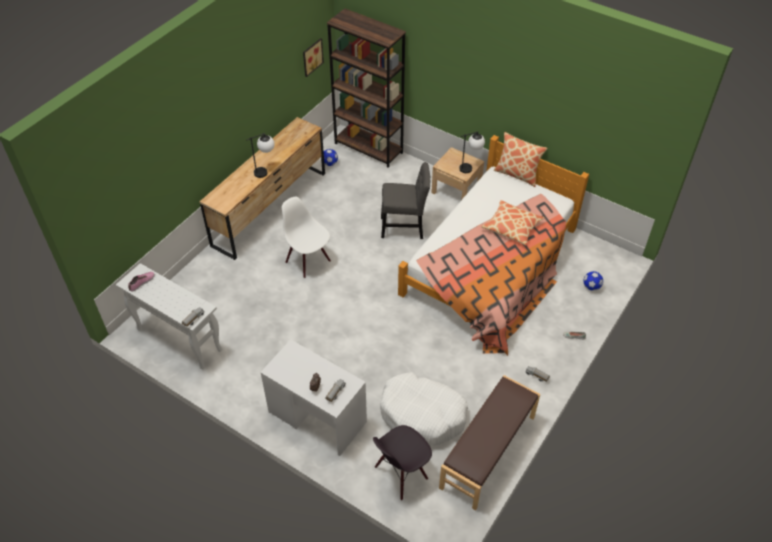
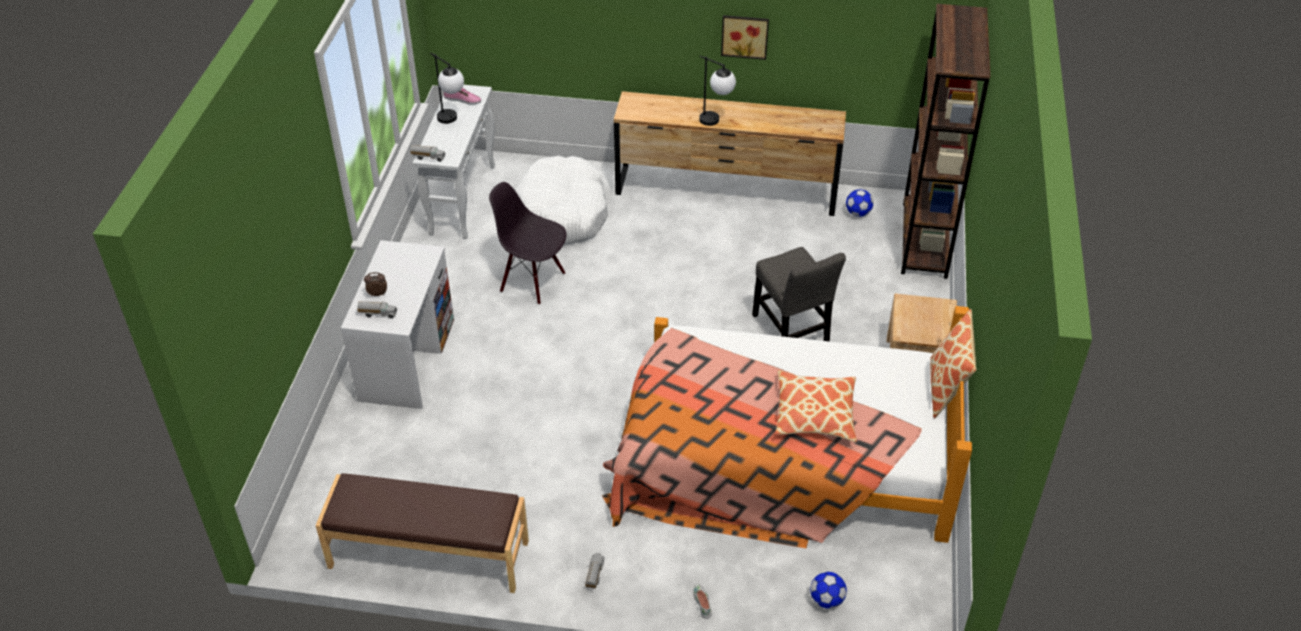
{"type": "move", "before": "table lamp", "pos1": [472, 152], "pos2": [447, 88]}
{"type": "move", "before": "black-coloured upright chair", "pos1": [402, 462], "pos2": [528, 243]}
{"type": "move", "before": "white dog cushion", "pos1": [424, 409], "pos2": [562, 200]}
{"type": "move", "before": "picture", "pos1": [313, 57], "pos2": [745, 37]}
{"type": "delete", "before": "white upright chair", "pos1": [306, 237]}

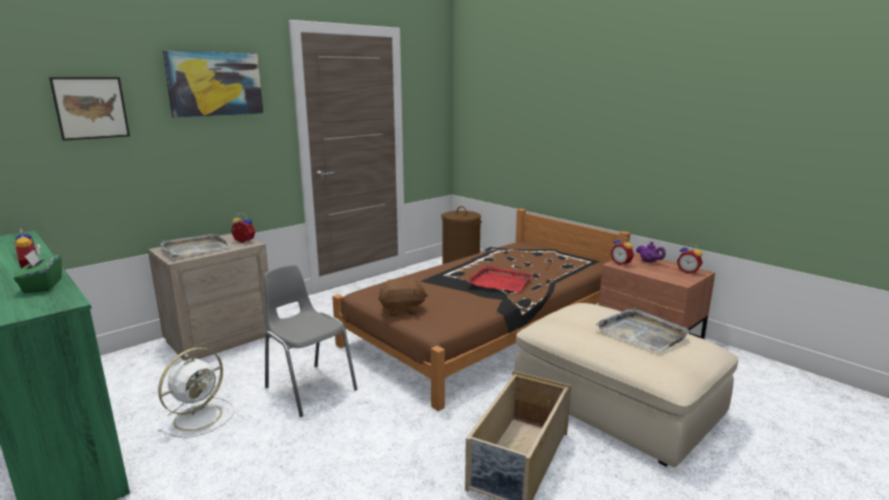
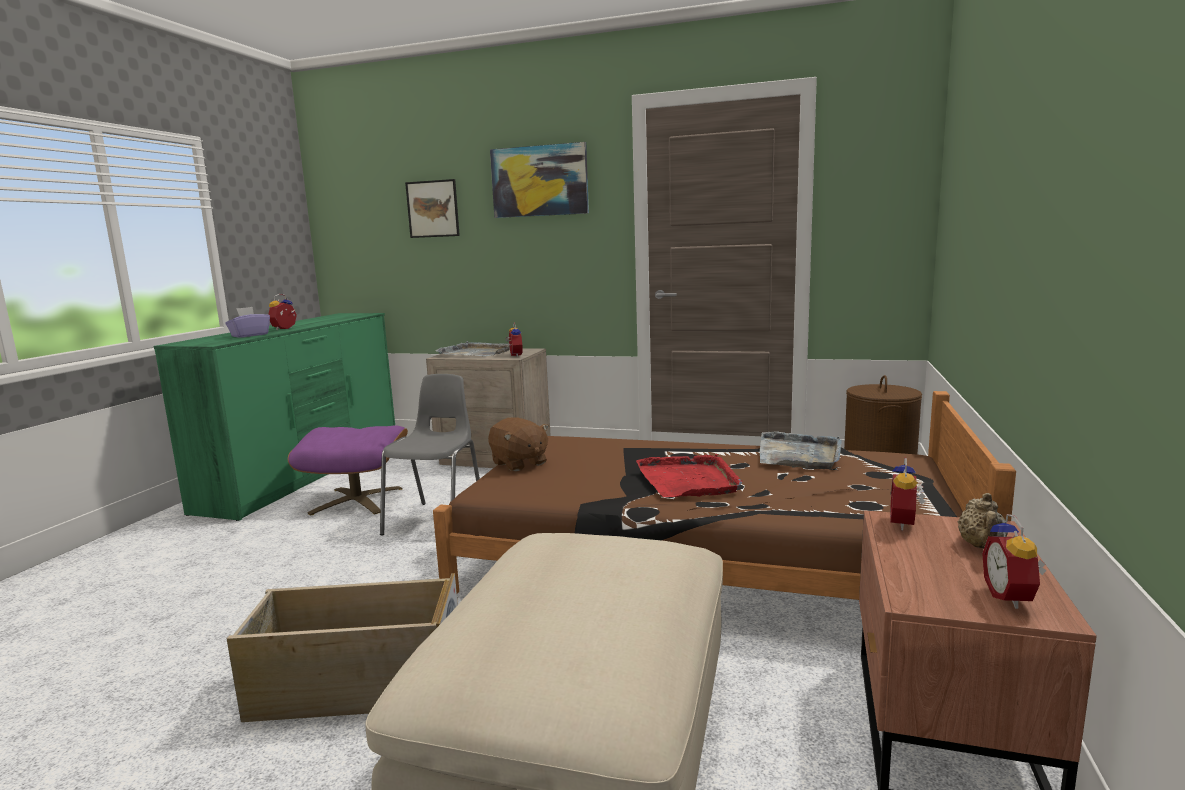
{"type": "recolor", "before": "greenish box of tissues", "after": "purple box of tissues", "pos1": [38, 271], "pos2": [247, 322]}
{"type": "replace", "before": "white electric fan", "after": "purple ottoman", "pos1": [196, 392], "pos2": [348, 470]}
{"type": "move", "before": "gray carrying tray", "pos1": [642, 330], "pos2": [801, 450]}
{"type": "recolor", "before": "purple pot for tea", "after": "beige pot for tea", "pos1": [651, 252], "pos2": [983, 520]}

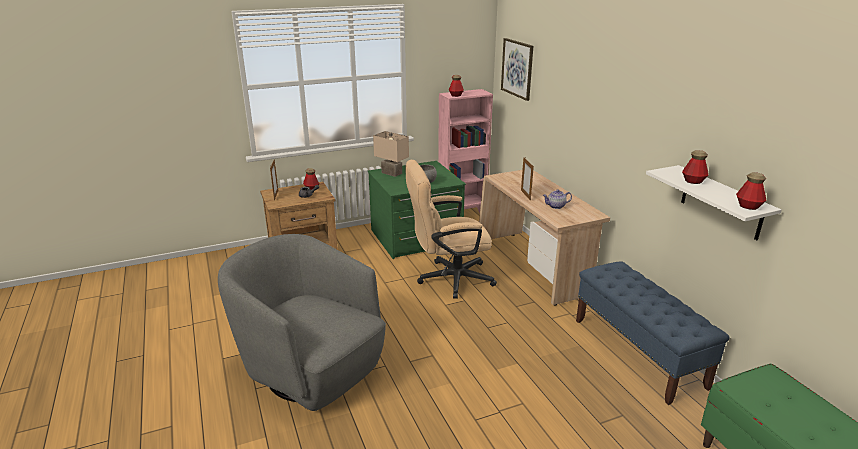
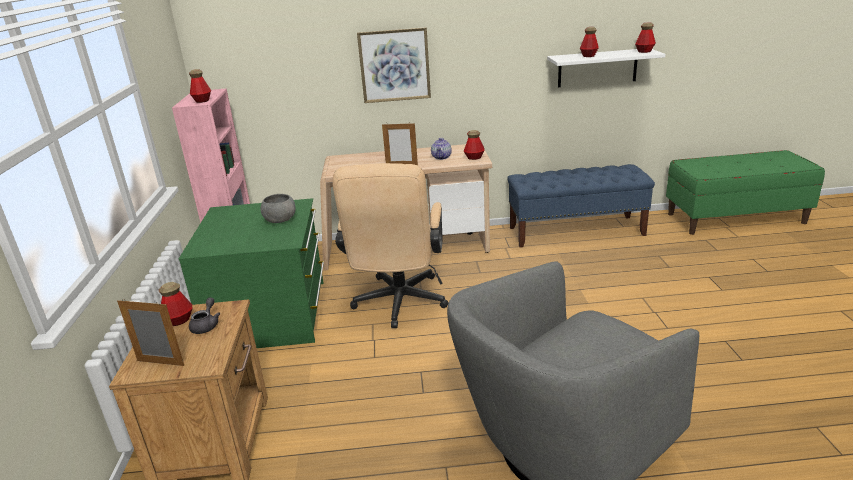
{"type": "move", "before": "picture", "pos1": [517, 69], "pos2": [394, 65]}
{"type": "insert", "after": "drink bottle", "pos2": [474, 145]}
{"type": "delete", "before": "beige table lamp", "pos1": [391, 154]}

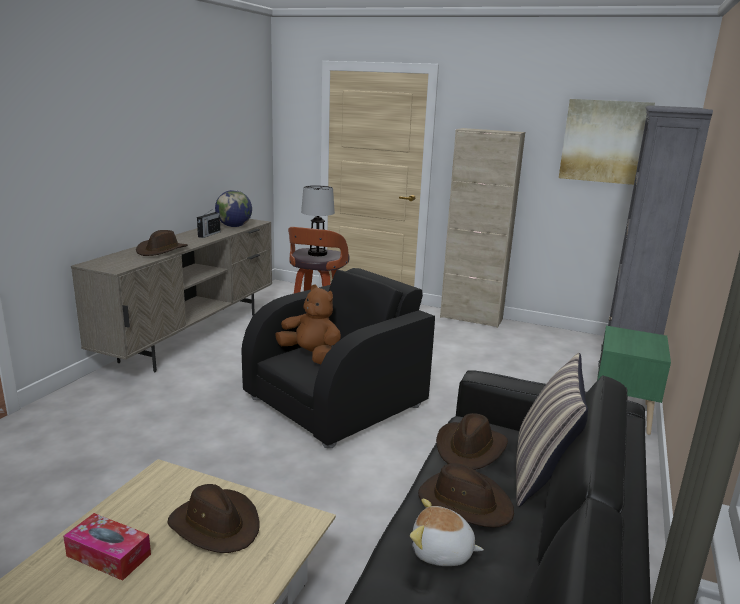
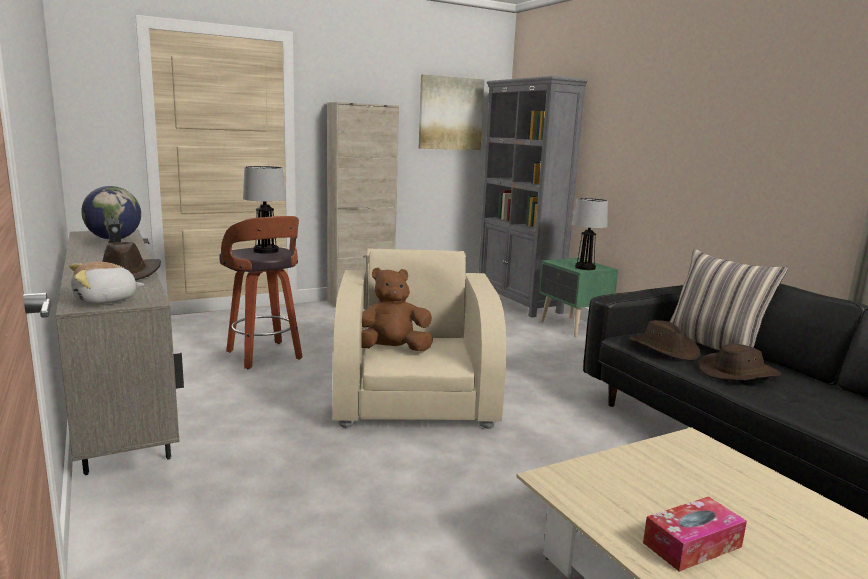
{"type": "move", "before": "plush toy", "pos1": [447, 532], "pos2": [107, 283]}
{"type": "recolor", "before": "black-coloured easy chair", "after": "beige easy chair", "pos1": [338, 358], "pos2": [419, 339]}
{"type": "insert", "after": "table lamp", "pos2": [590, 234]}
{"type": "delete", "before": "brownish hat", "pos1": [214, 518]}

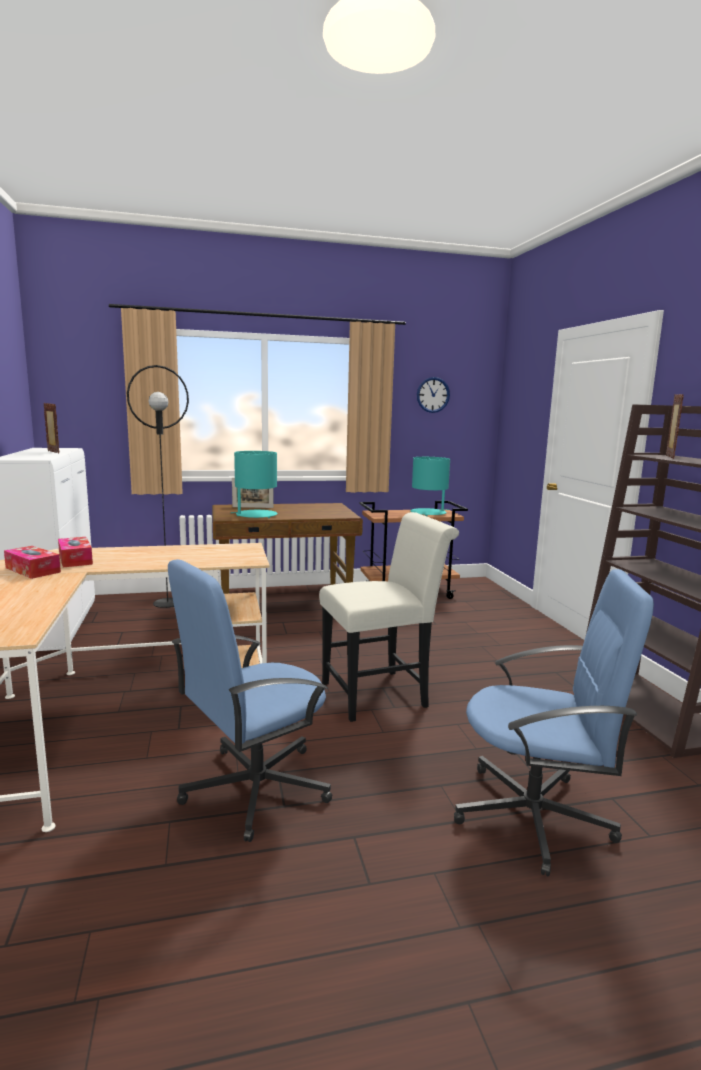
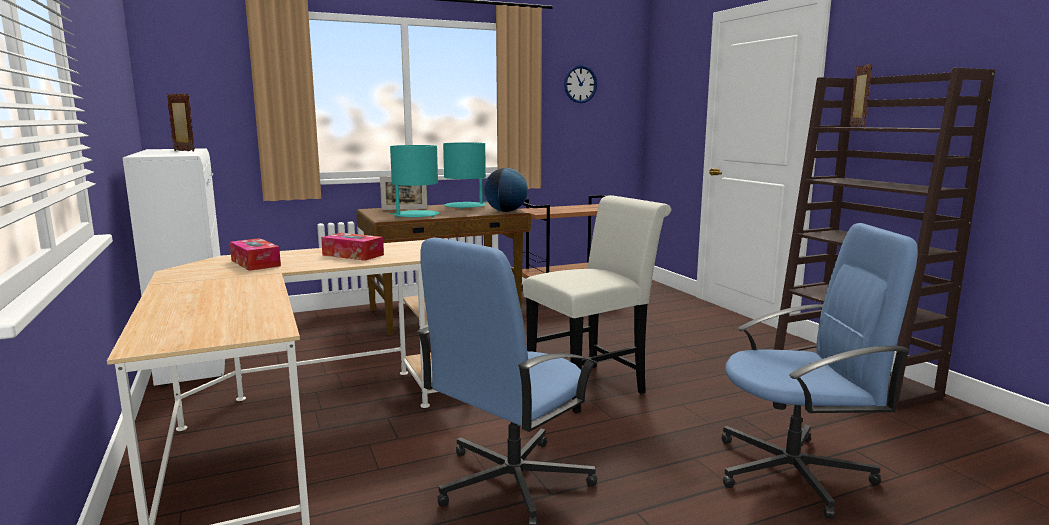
{"type": "move", "before": "box of tissues", "pos1": [32, 562], "pos2": [352, 247]}
{"type": "move", "before": "turquoise-coloured table lamp", "pos1": [430, 486], "pos2": [465, 175]}
{"type": "insert", "after": "world globe", "pos2": [506, 190]}
{"type": "delete", "before": "black-coloured standard lamp", "pos1": [158, 486]}

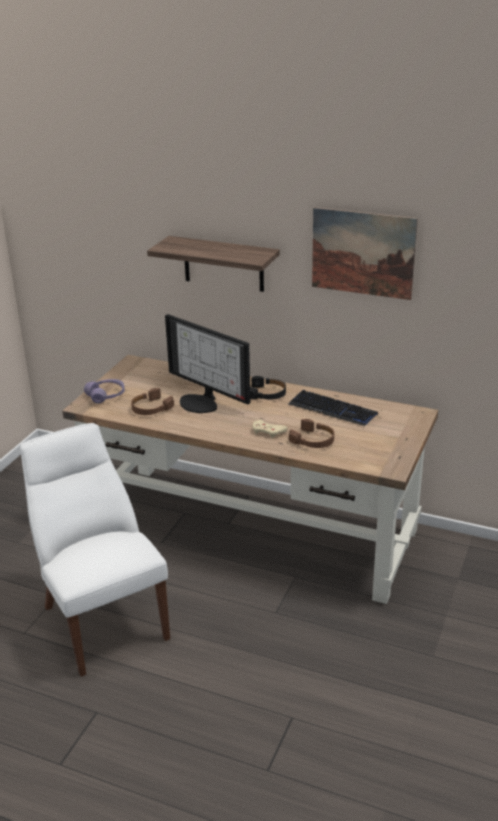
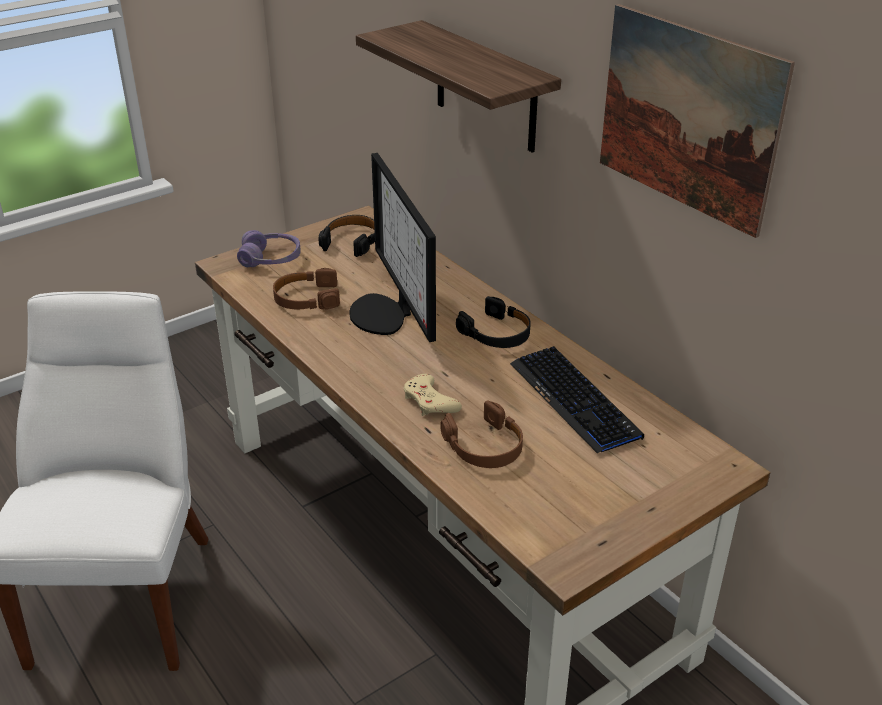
{"type": "insert", "after": "black-coloured pair of headphones", "pos2": [346, 236]}

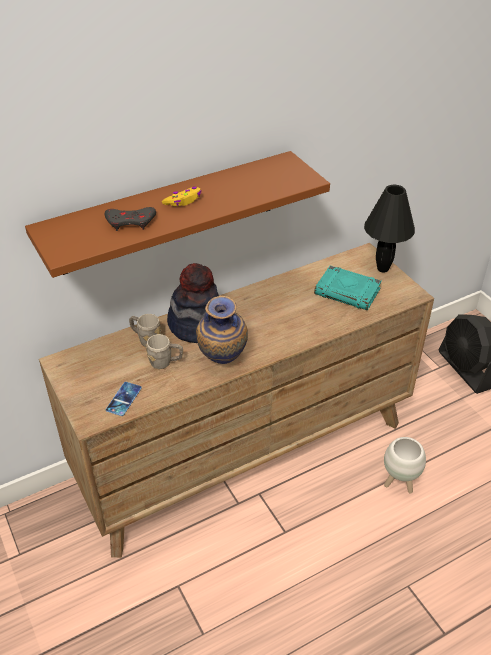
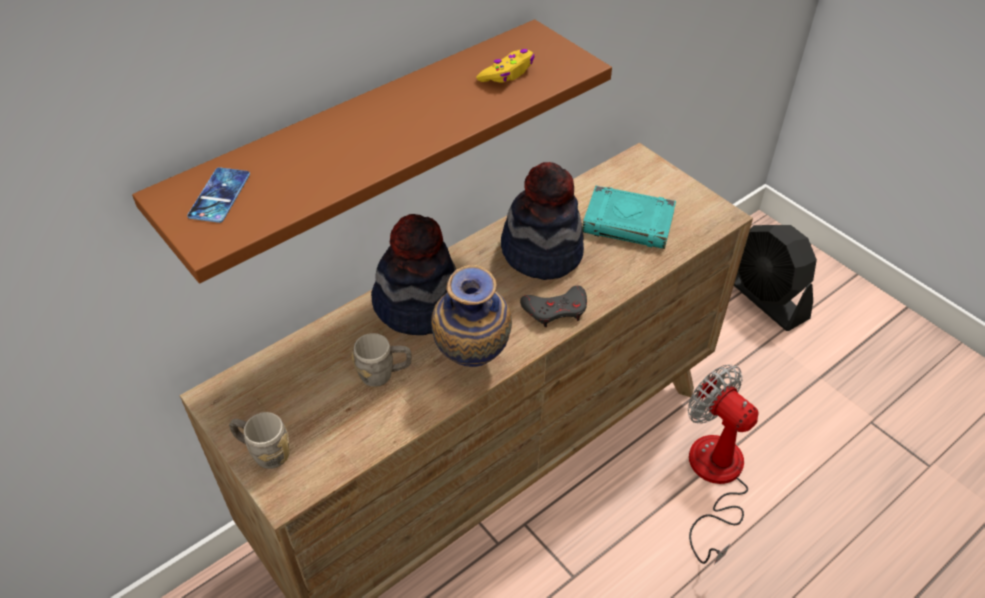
{"type": "move", "before": "telephone", "pos1": [124, 399], "pos2": [218, 195]}
{"type": "move", "before": "gray coffee mug", "pos1": [145, 330], "pos2": [259, 440]}
{"type": "move", "before": "yellow gamepad", "pos1": [181, 196], "pos2": [505, 66]}
{"type": "insert", "after": "hat", "pos2": [542, 221]}
{"type": "move", "before": "gray gamepad", "pos1": [130, 219], "pos2": [553, 306]}
{"type": "replace", "before": "white planter", "after": "electric fan", "pos1": [405, 465], "pos2": [723, 464]}
{"type": "delete", "before": "black-coloured table lamp", "pos1": [389, 229]}

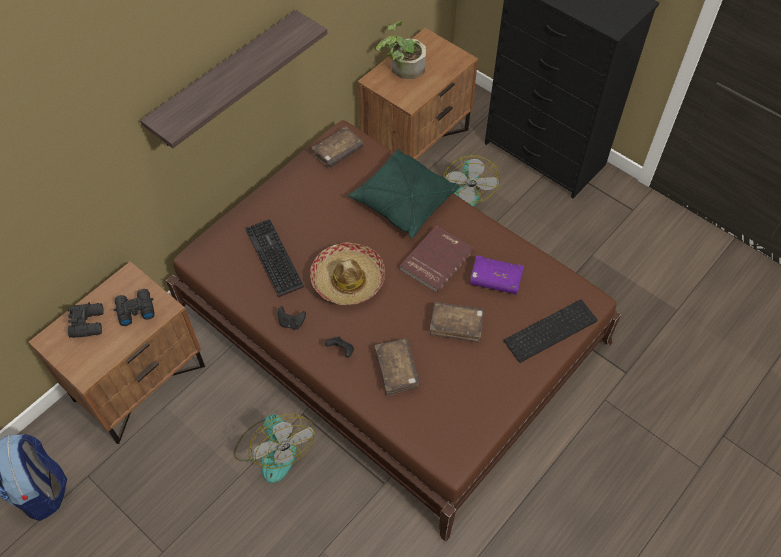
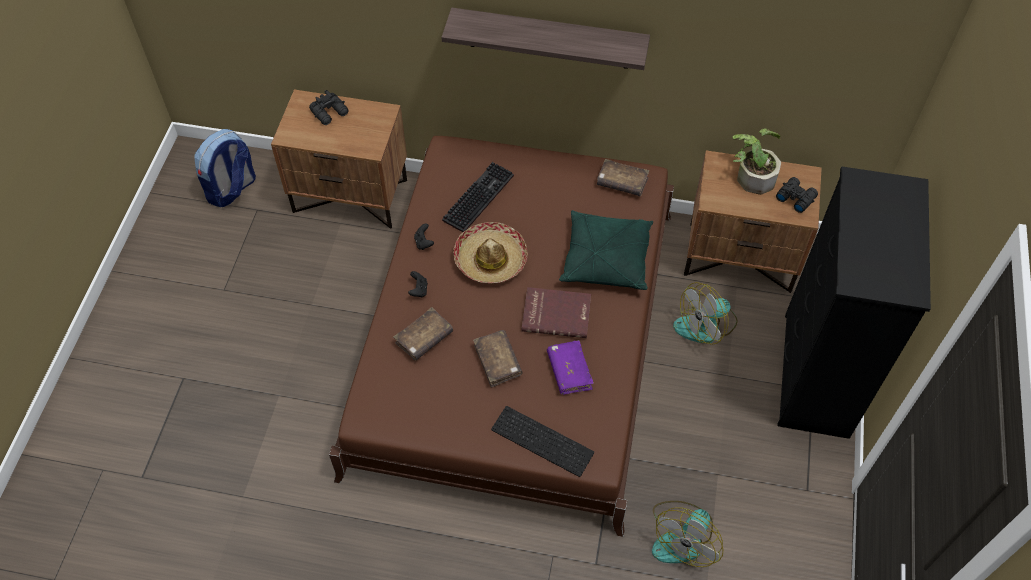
{"type": "move", "before": "electric fan", "pos1": [274, 448], "pos2": [687, 534]}
{"type": "move", "before": "black-coloured binoculars", "pos1": [134, 307], "pos2": [797, 195]}

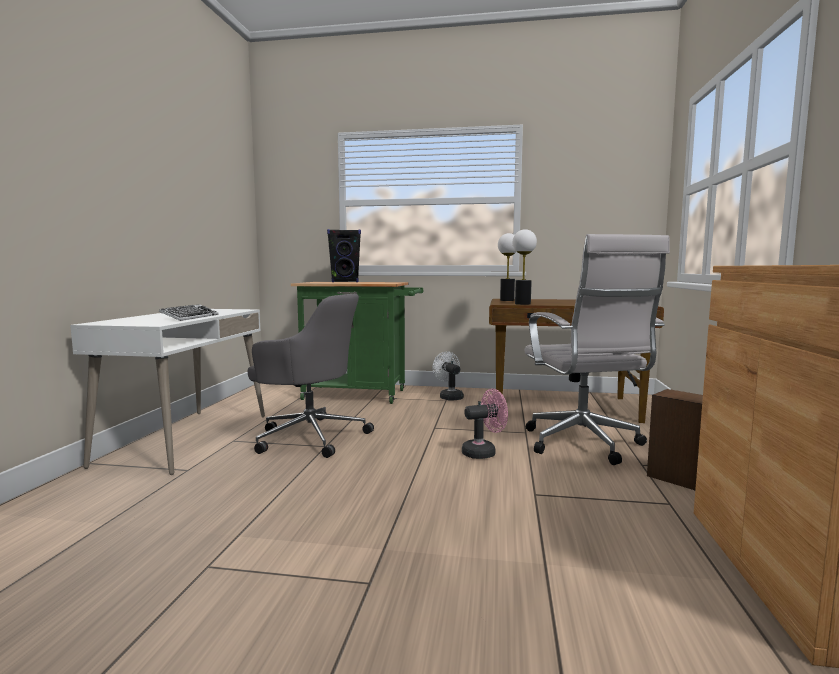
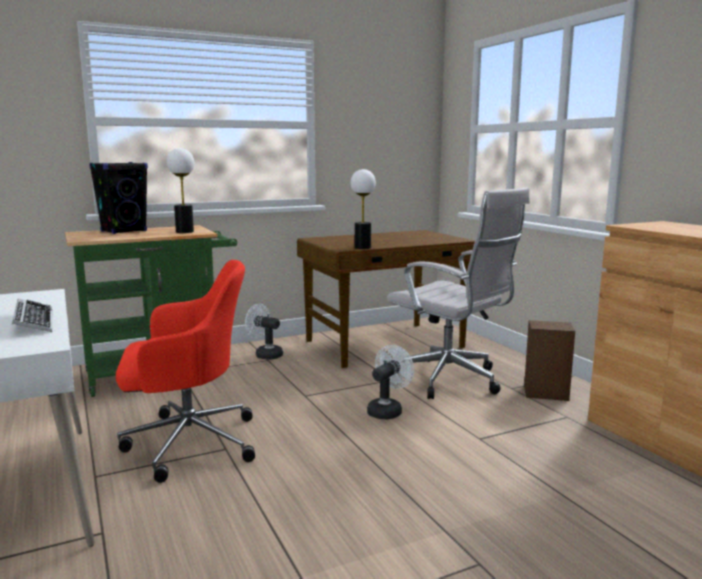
{"type": "recolor", "before": "gray desk chair", "after": "reddish desk chair", "pos1": [311, 376], "pos2": [185, 371]}
{"type": "move", "before": "table lamp", "pos1": [507, 267], "pos2": [180, 190]}
{"type": "recolor", "before": "pink-coloured electric fan", "after": "white electric fan", "pos1": [485, 423], "pos2": [390, 382]}

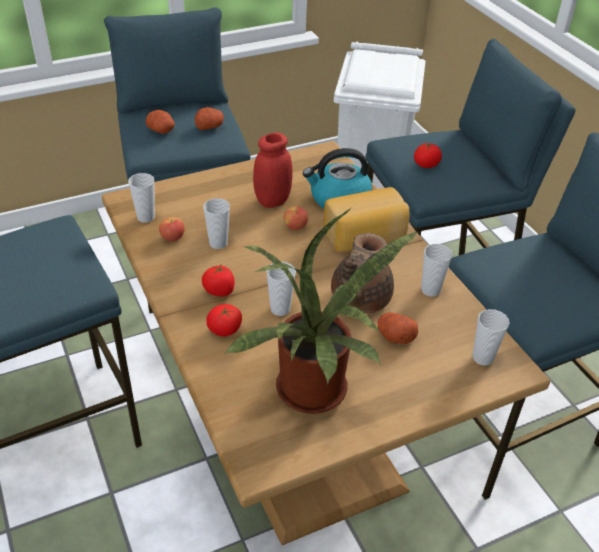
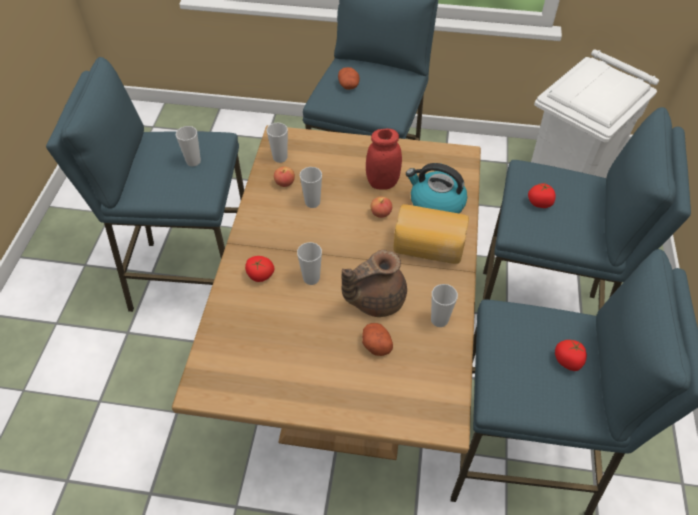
{"type": "move", "before": "cup", "pos1": [491, 337], "pos2": [188, 146]}
{"type": "move", "before": "whole tomato", "pos1": [218, 281], "pos2": [571, 355]}
{"type": "delete", "before": "spud", "pos1": [209, 118]}
{"type": "delete", "before": "houseplant", "pos1": [321, 311]}

